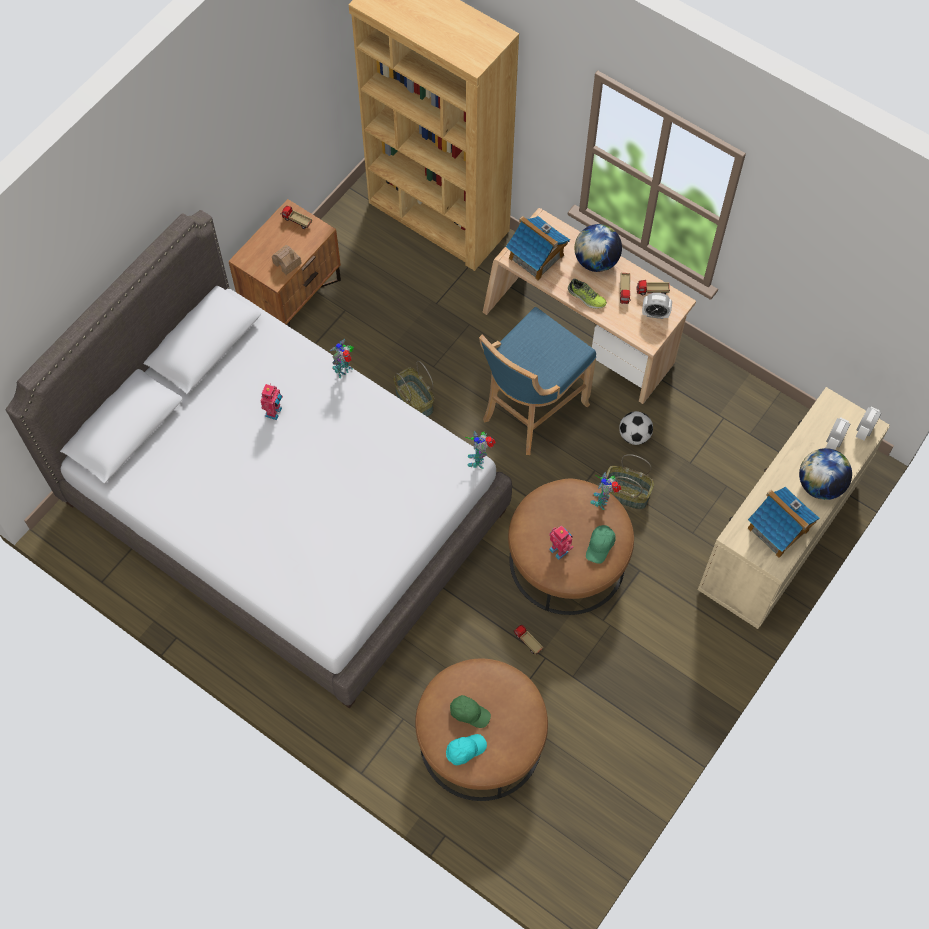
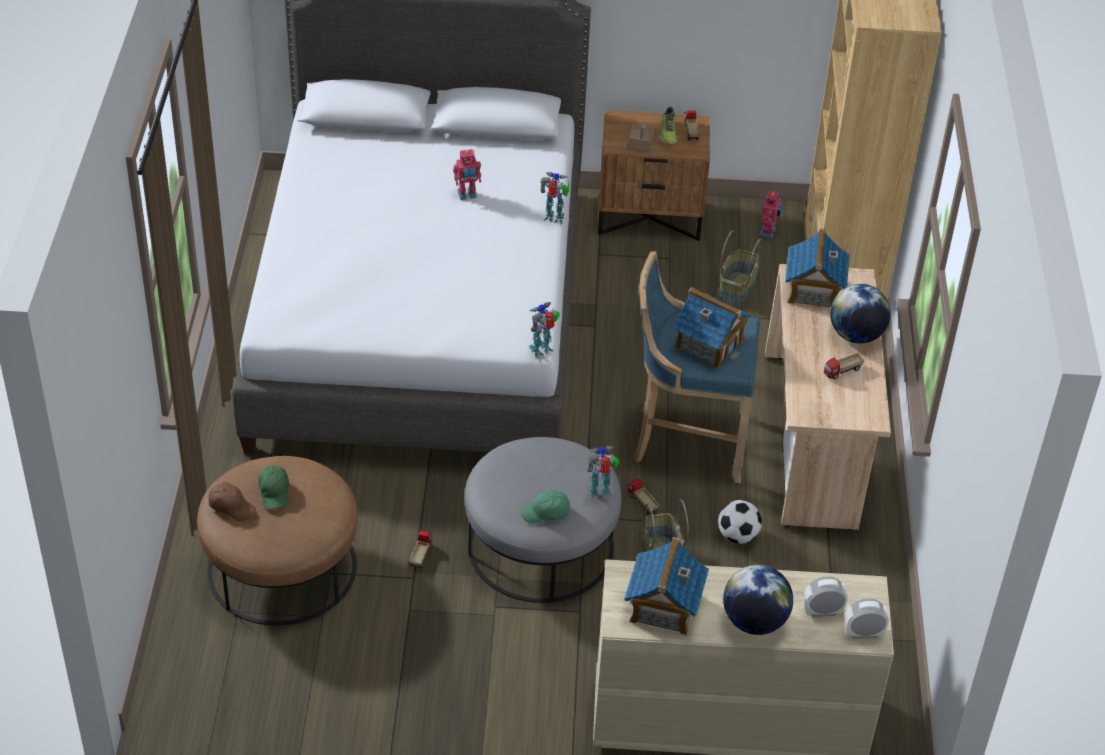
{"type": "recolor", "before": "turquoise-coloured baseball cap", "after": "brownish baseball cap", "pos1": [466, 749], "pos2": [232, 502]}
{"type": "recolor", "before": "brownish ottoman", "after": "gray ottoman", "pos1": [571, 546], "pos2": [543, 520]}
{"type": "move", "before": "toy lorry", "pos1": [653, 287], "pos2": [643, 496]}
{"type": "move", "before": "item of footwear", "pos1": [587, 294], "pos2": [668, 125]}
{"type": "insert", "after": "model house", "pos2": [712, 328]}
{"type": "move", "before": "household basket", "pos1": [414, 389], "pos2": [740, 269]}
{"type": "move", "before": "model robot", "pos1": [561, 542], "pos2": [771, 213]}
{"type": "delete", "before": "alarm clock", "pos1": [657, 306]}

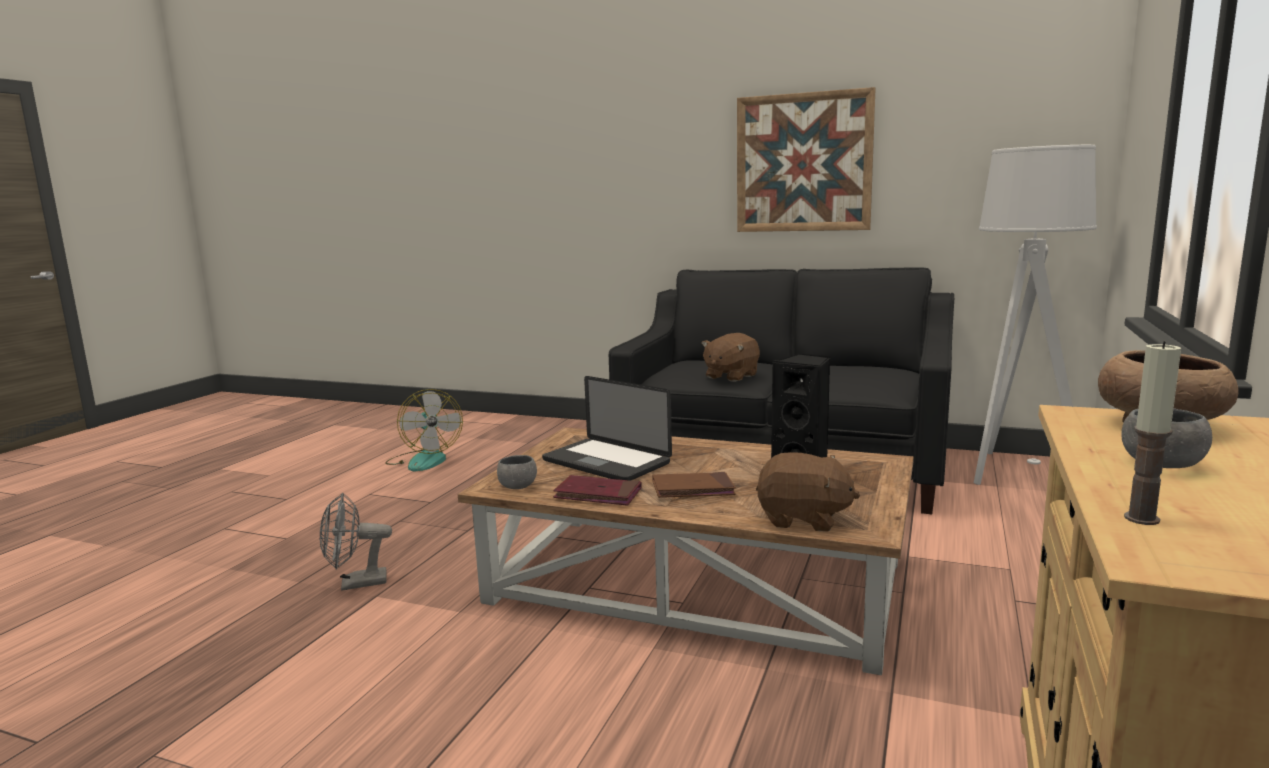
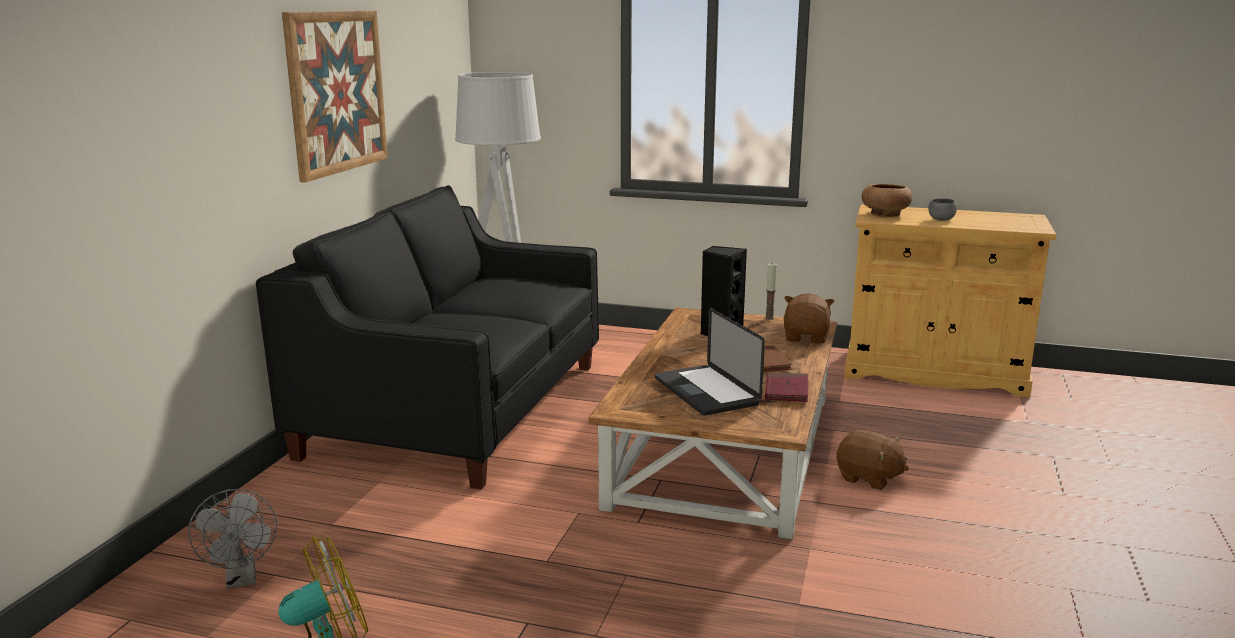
{"type": "move", "before": "gray electric fan", "pos1": [356, 542], "pos2": [232, 539]}
{"type": "rotate", "before": "notebook computer", "pos1": [607, 428], "pos2": [710, 362], "turn": 120}
{"type": "move", "before": "wax light", "pos1": [1152, 433], "pos2": [771, 291]}
{"type": "move", "before": "brownish plush toy", "pos1": [731, 357], "pos2": [873, 460]}
{"type": "delete", "before": "gray deep dish", "pos1": [517, 472]}

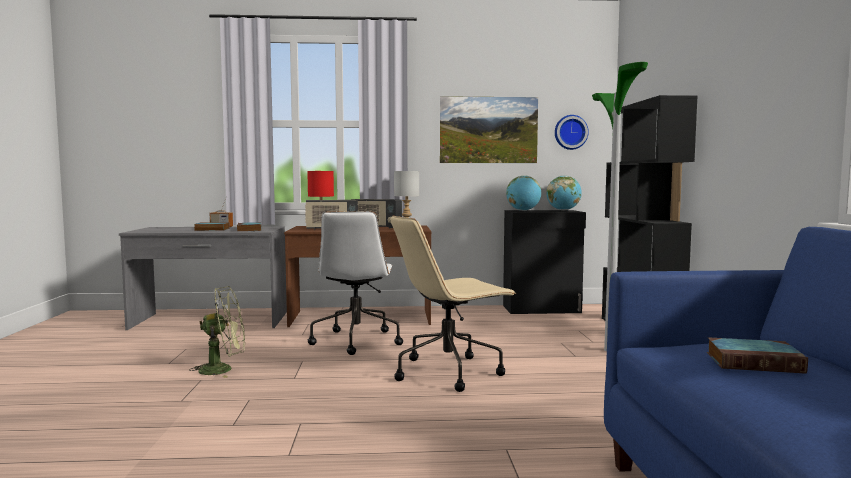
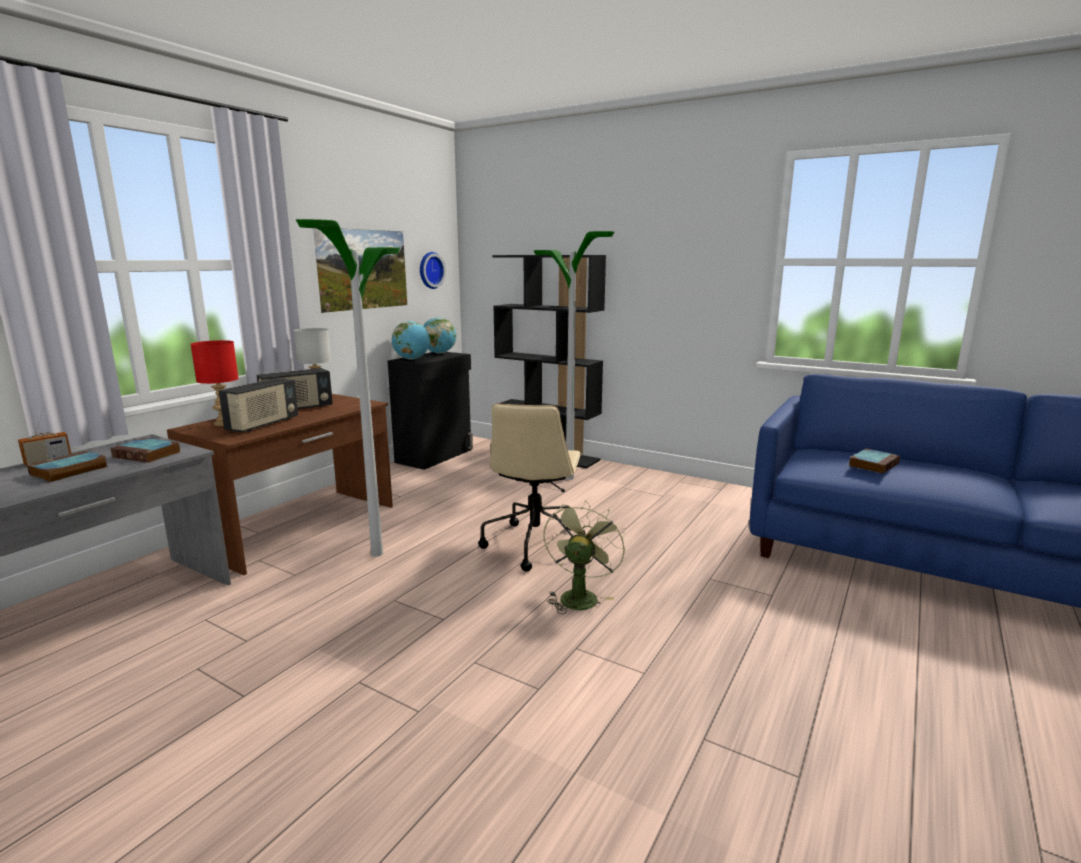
{"type": "replace", "before": "white desk chair", "after": "standard lamp", "pos1": [355, 283], "pos2": [348, 388]}
{"type": "move", "before": "greenish electric fan", "pos1": [217, 332], "pos2": [584, 557]}

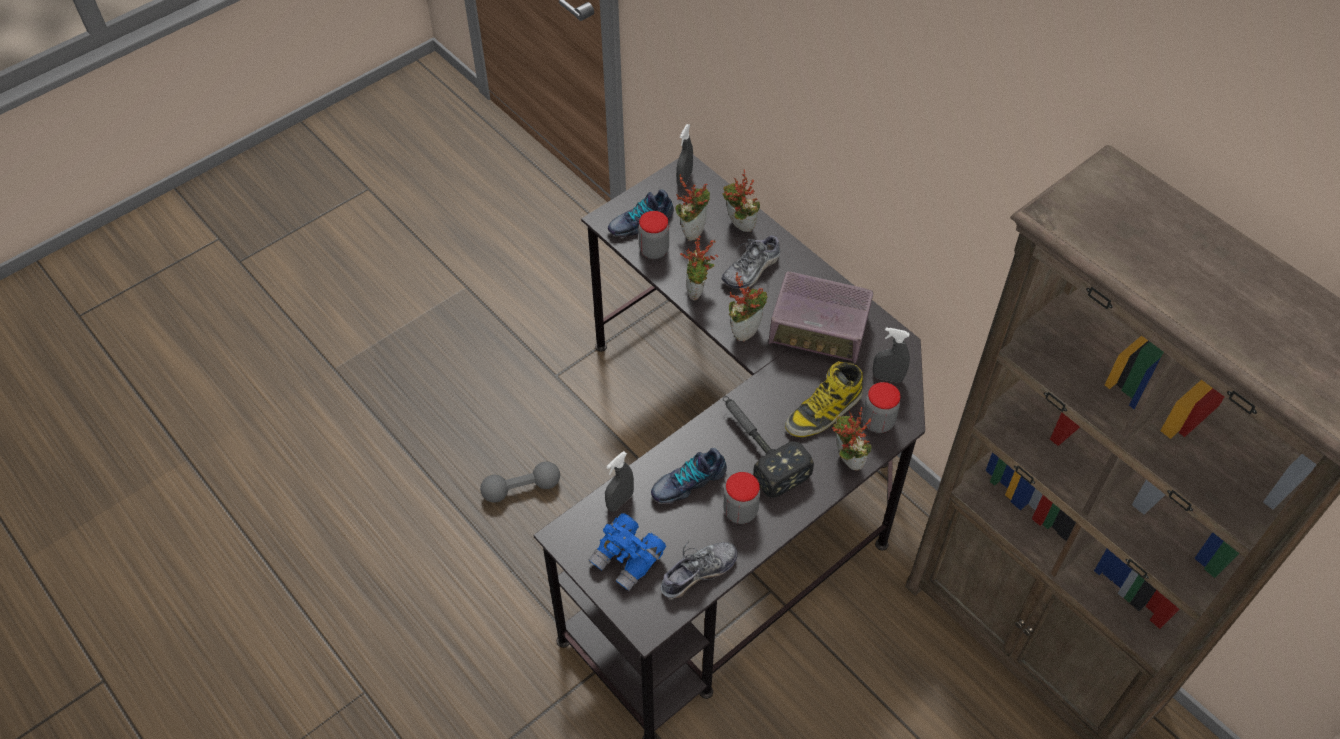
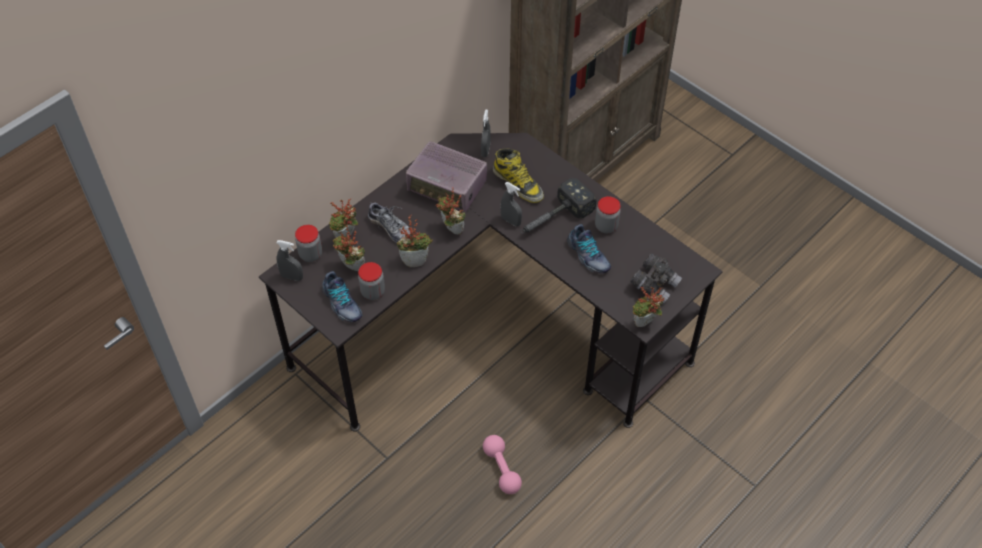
{"type": "move", "before": "jar", "pos1": [881, 407], "pos2": [308, 243]}
{"type": "rotate", "before": "radio receiver", "pos1": [821, 317], "pos2": [446, 177], "turn": 105}
{"type": "recolor", "before": "gray dumbbell", "after": "pink-coloured dumbbell", "pos1": [520, 482], "pos2": [502, 464]}
{"type": "move", "before": "gray hand sprayer", "pos1": [619, 481], "pos2": [511, 204]}
{"type": "recolor", "before": "blue-coloured binoculars", "after": "gray binoculars", "pos1": [627, 552], "pos2": [656, 279]}
{"type": "move", "before": "houseplant", "pos1": [851, 439], "pos2": [648, 307]}
{"type": "delete", "before": "item of footwear", "pos1": [699, 569]}

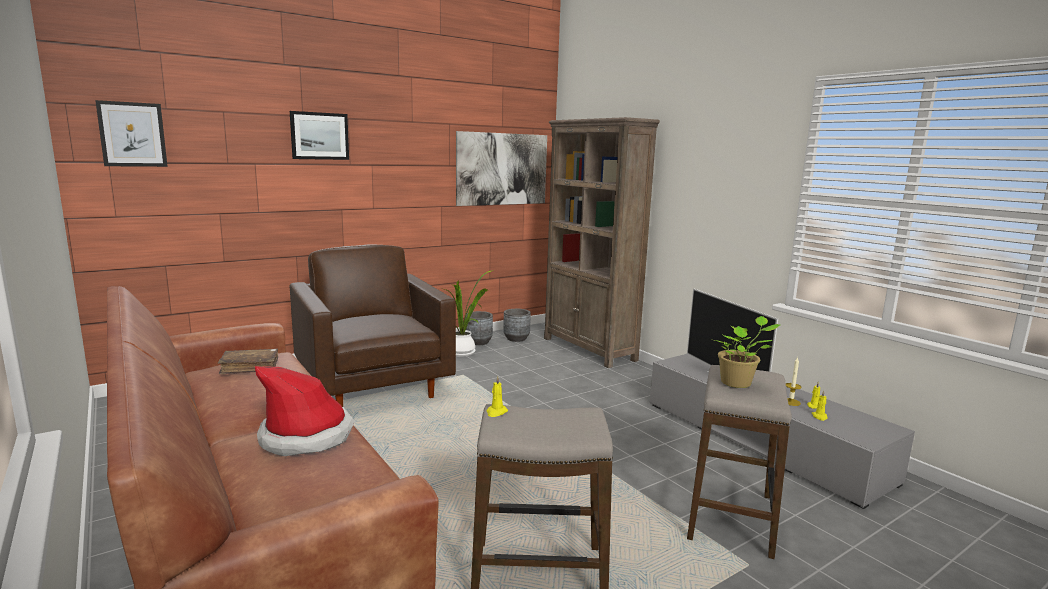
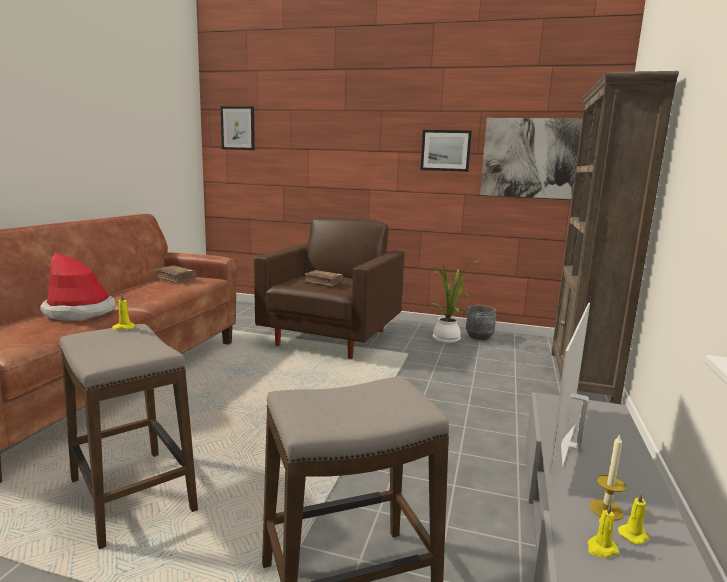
{"type": "insert", "after": "brownish volume", "pos2": [324, 278]}
{"type": "move", "before": "picture", "pos1": [319, 135], "pos2": [446, 151]}
{"type": "delete", "before": "gray planter", "pos1": [517, 325]}
{"type": "delete", "before": "houseplant", "pos1": [747, 352]}

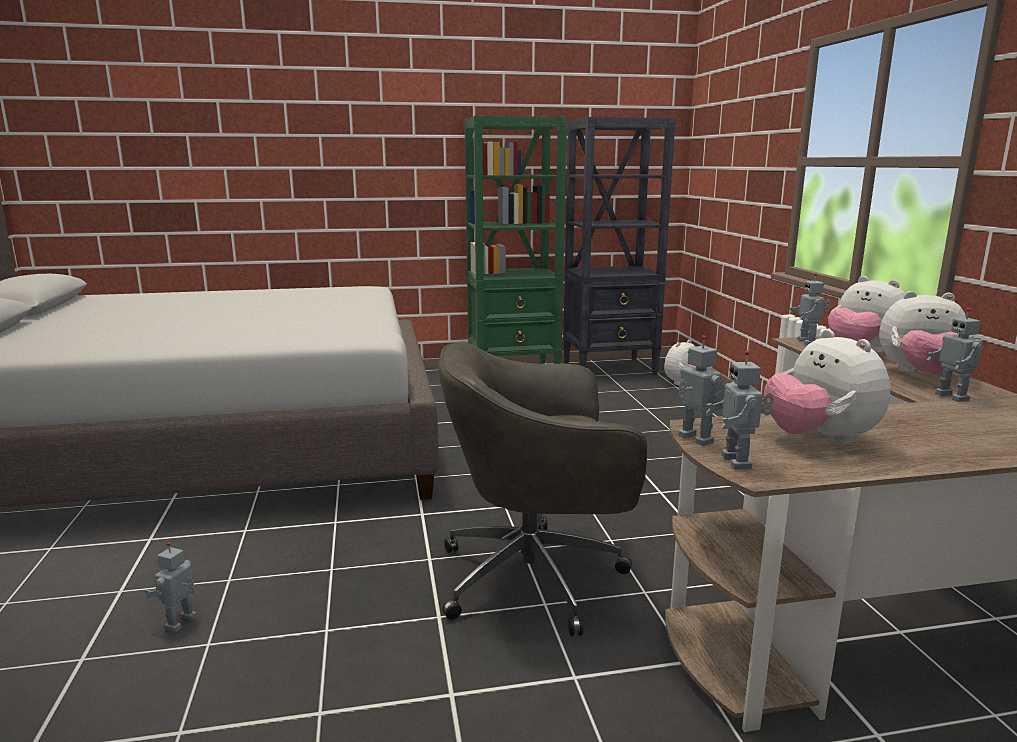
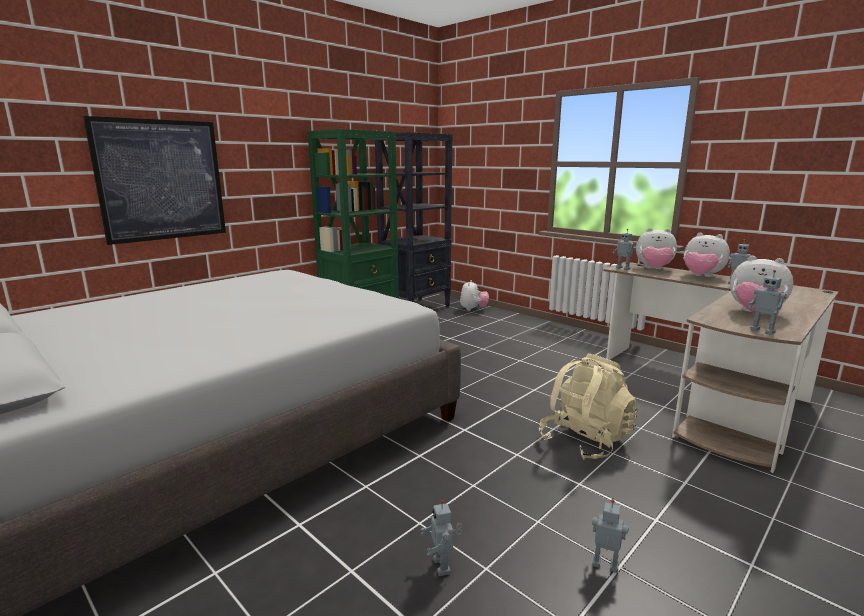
{"type": "insert", "after": "picture", "pos2": [154, 180]}
{"type": "replace", "before": "gray desk chair", "after": "beige backpack", "pos1": [543, 488], "pos2": [588, 406]}
{"type": "move", "before": "model robot", "pos1": [701, 390], "pos2": [610, 536]}
{"type": "rotate", "before": "plush toy", "pos1": [922, 332], "pos2": [706, 255], "turn": 60}

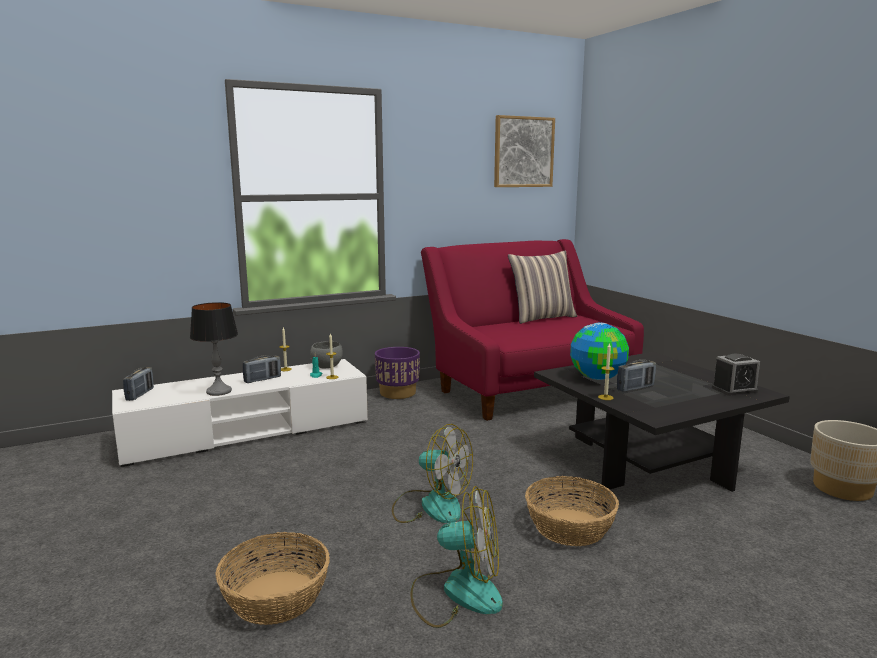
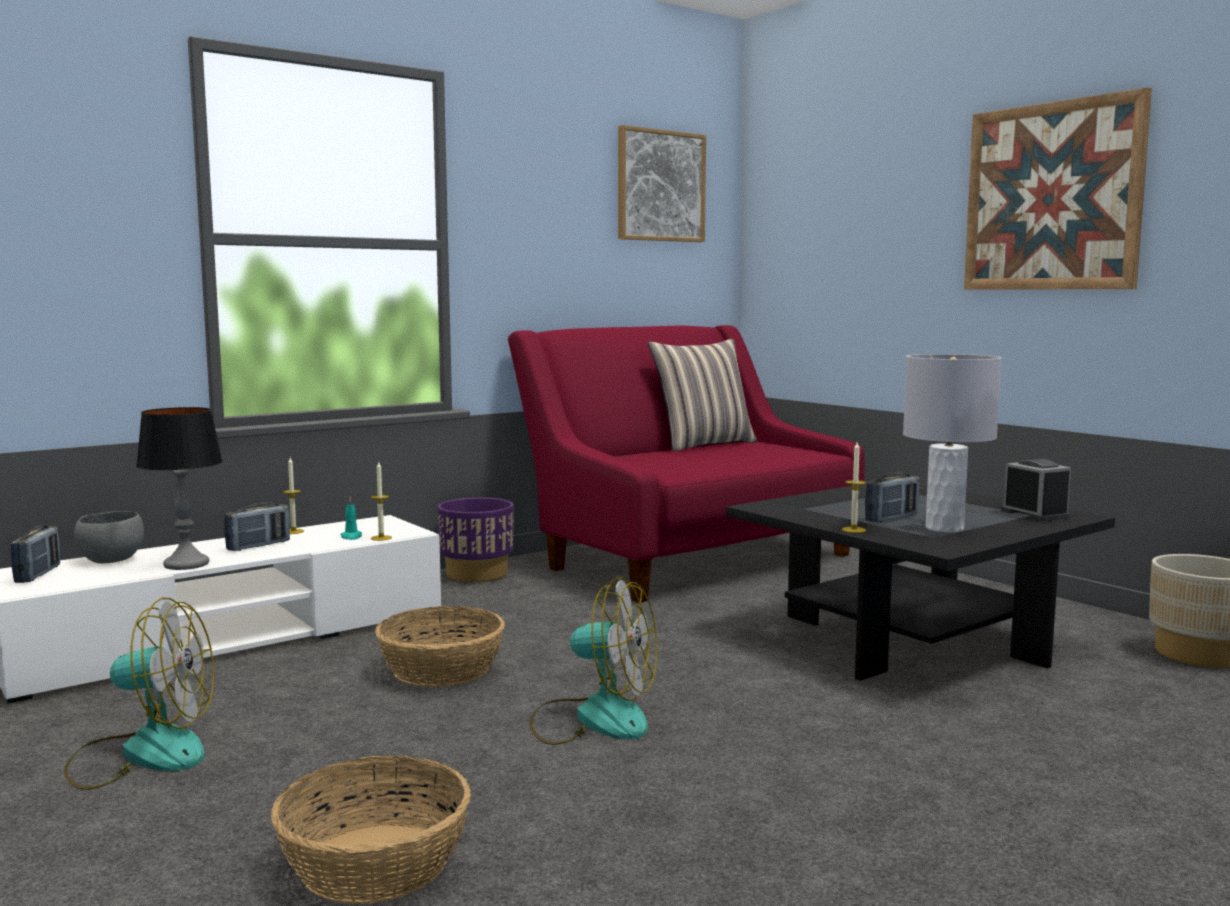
{"type": "move", "before": "electric fan", "pos1": [456, 557], "pos2": [139, 694]}
{"type": "move", "before": "gray deep dish", "pos1": [326, 354], "pos2": [109, 537]}
{"type": "move", "before": "household basket", "pos1": [572, 511], "pos2": [440, 646]}
{"type": "insert", "after": "gray table lamp", "pos2": [952, 443]}
{"type": "insert", "after": "picture", "pos2": [1058, 188]}
{"type": "rotate", "before": "alarm clock", "pos1": [736, 375], "pos2": [1036, 490], "turn": -90}
{"type": "delete", "before": "world globe", "pos1": [599, 351]}

